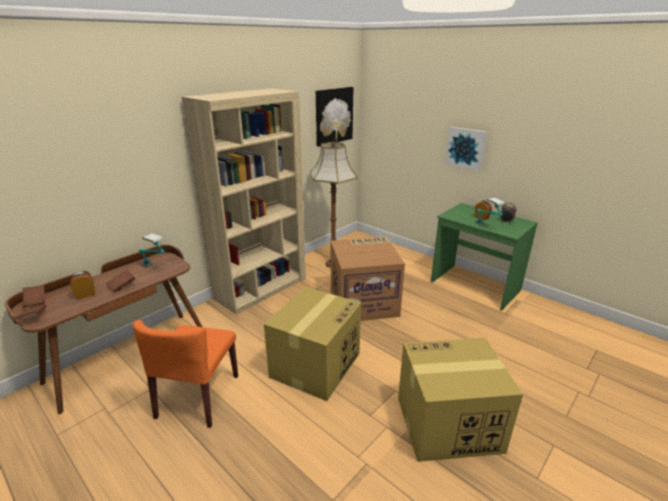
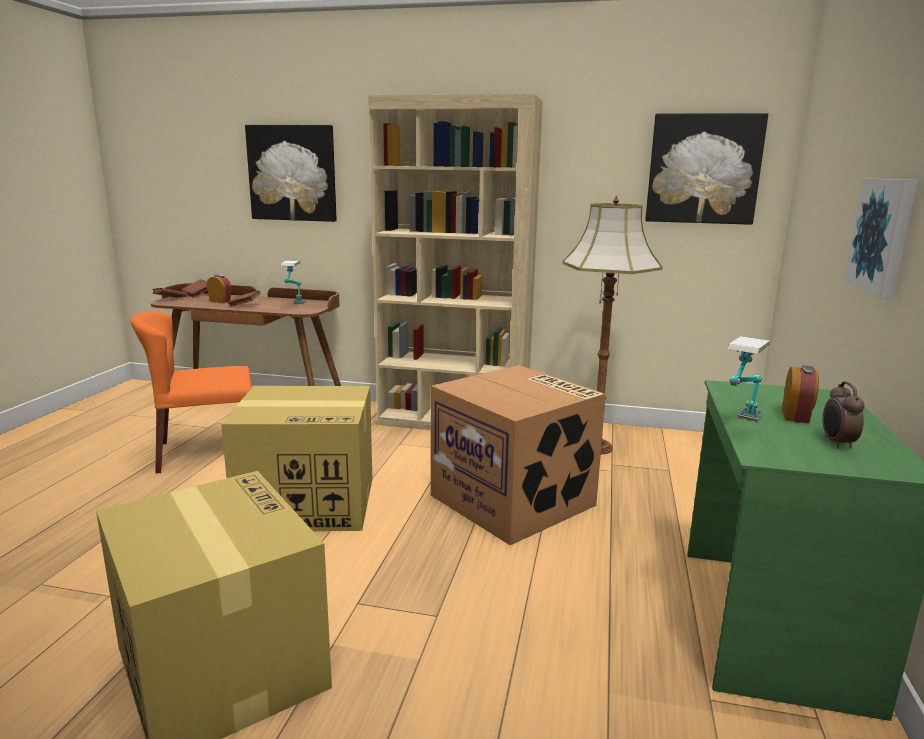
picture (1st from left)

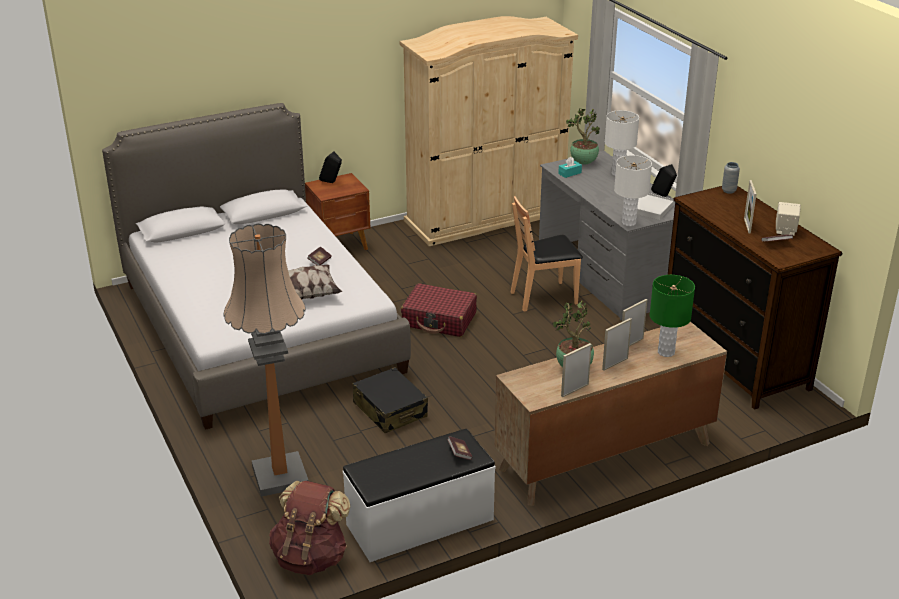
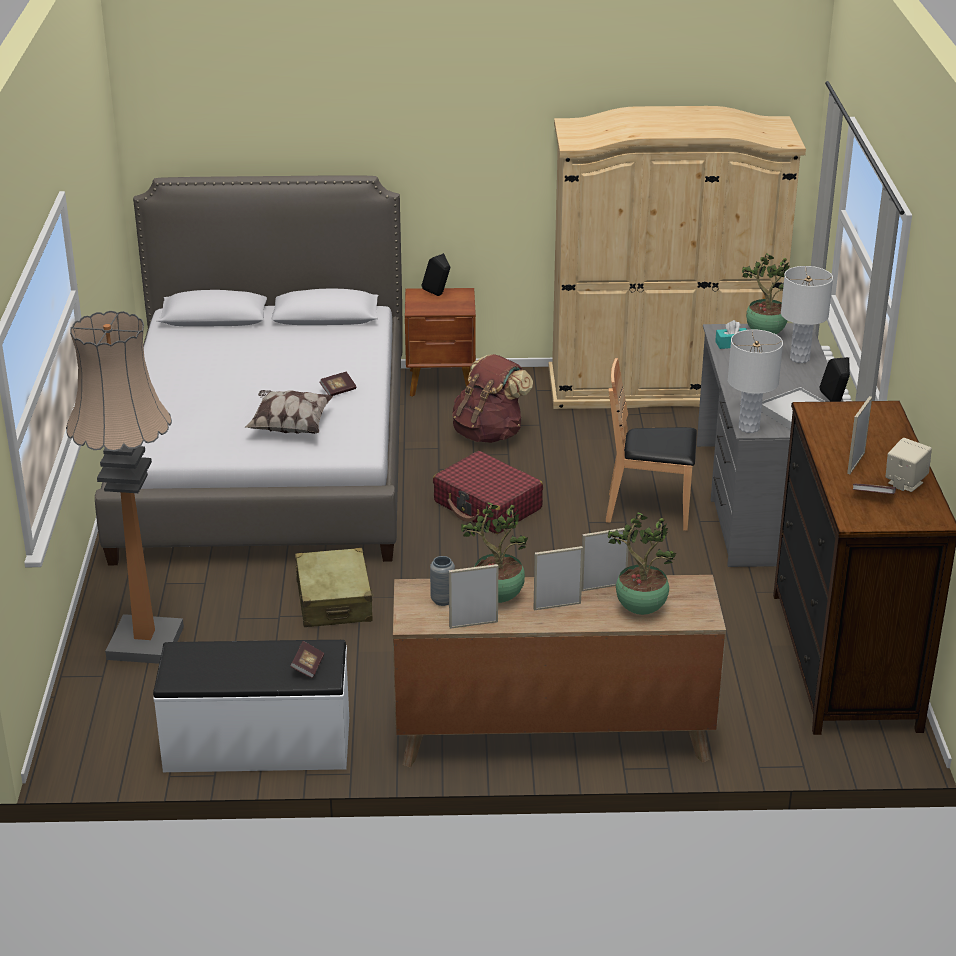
backpack (brown)
vase (grey)
potted plant (2nd from left)
suitcase (beige)

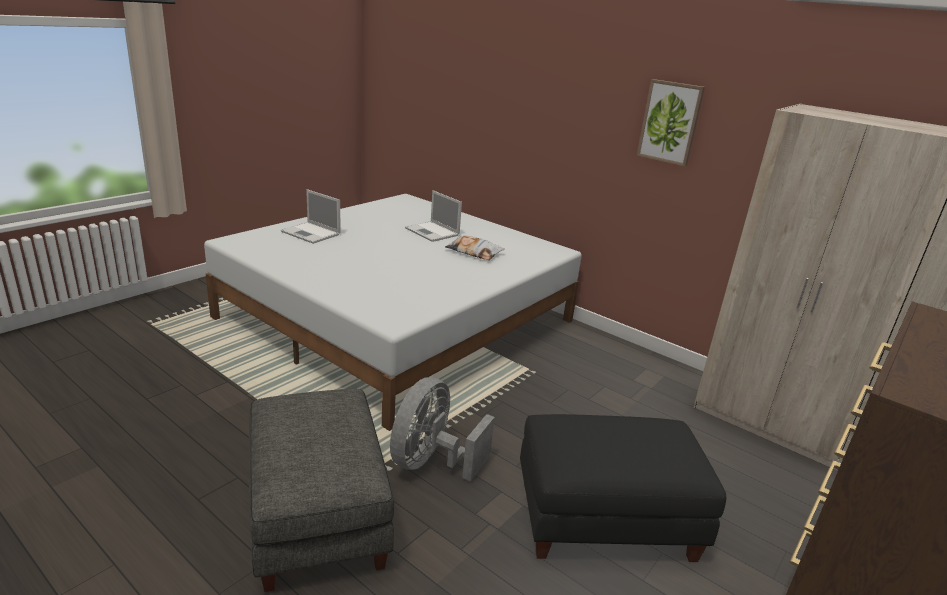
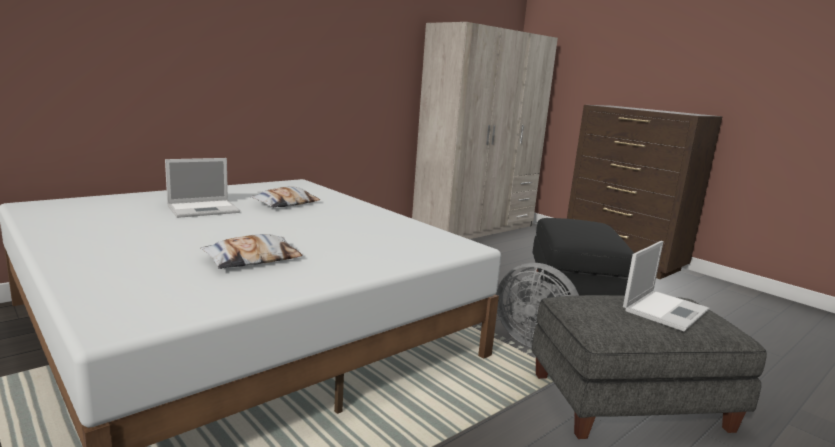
picture
pillow (1st from left)
laptop (2nd from left)

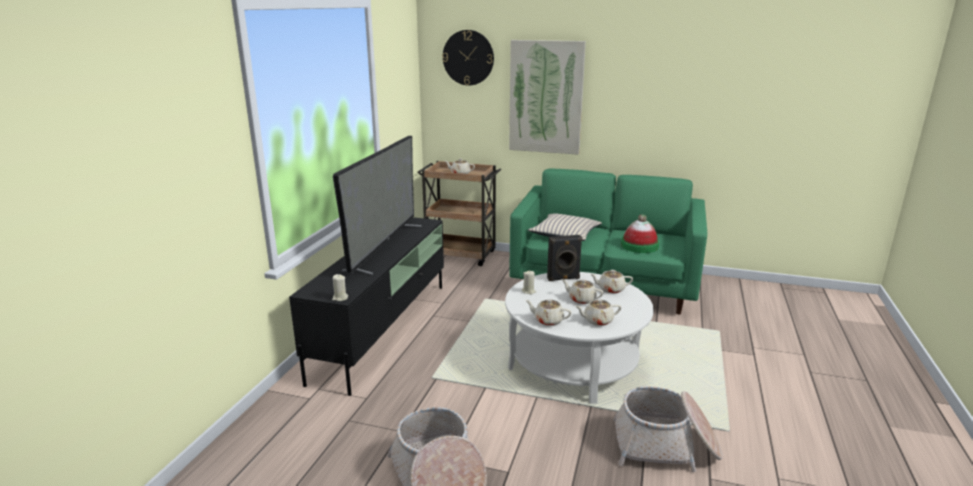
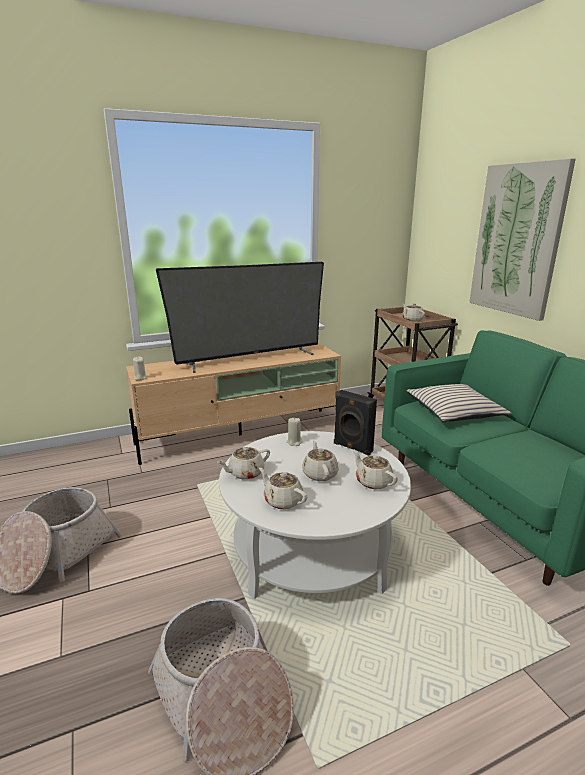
wall clock
hat
tv stand (beige)
teapot (beige) (1st from left)

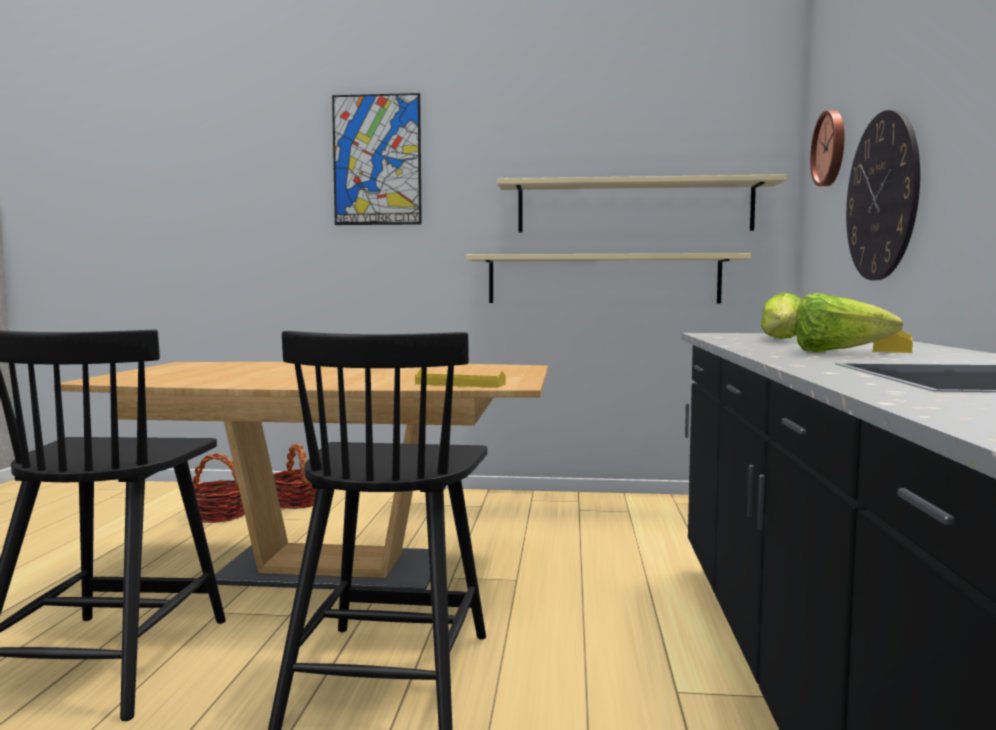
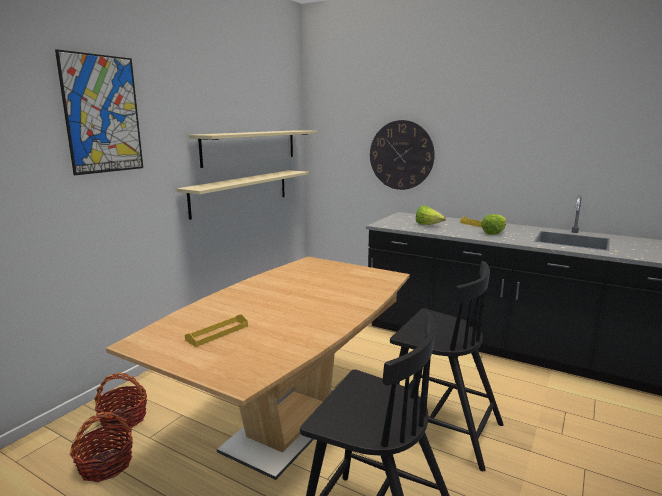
wall clock (1st from left in the first image)
tray (yellow) (1st from left)

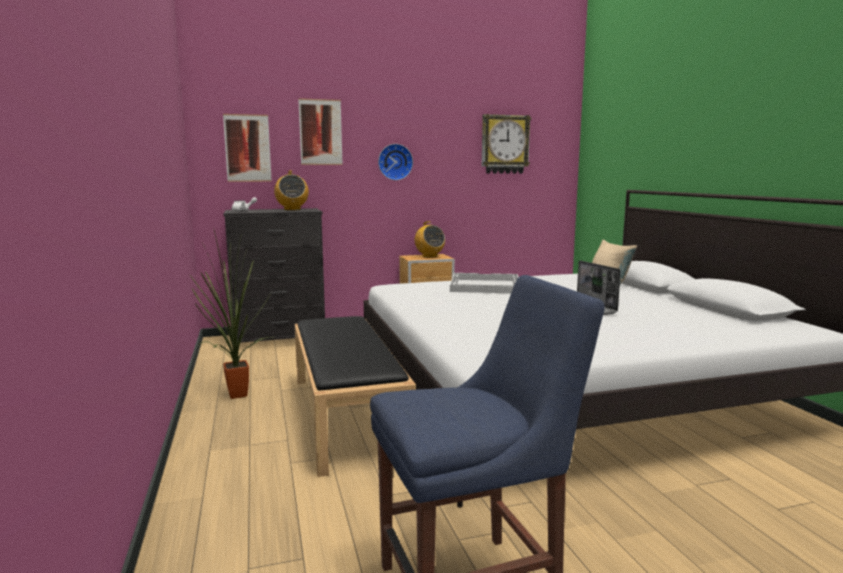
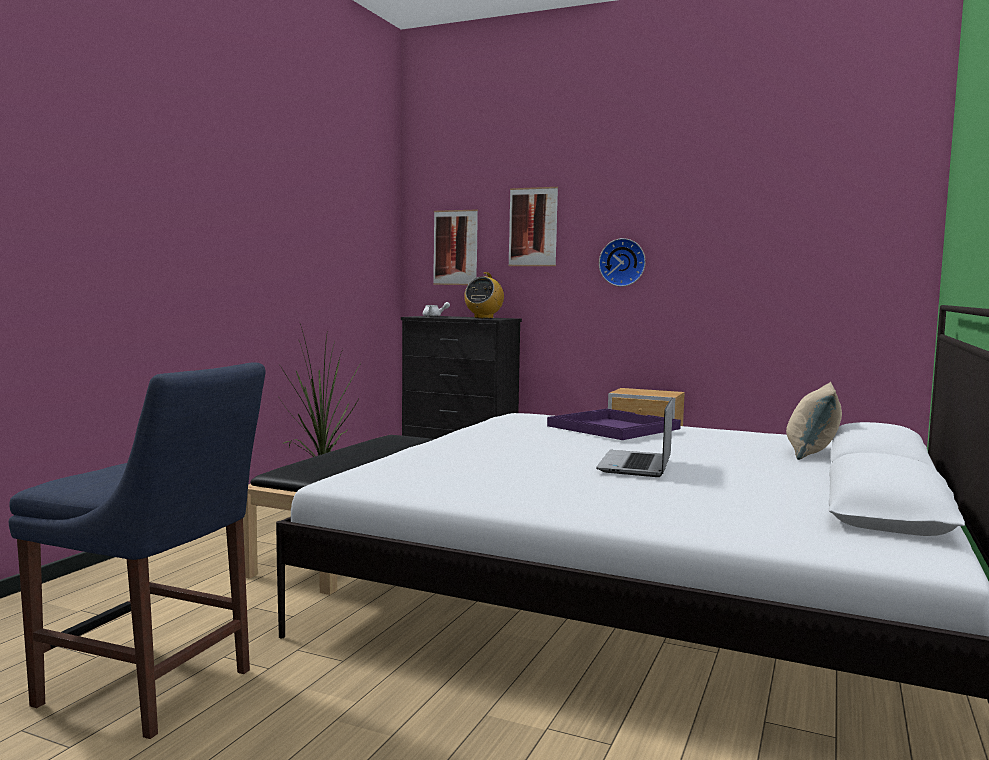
radio (2nd from left in the first image)
wall clock (2nd from left in the first image)
tray (purple)

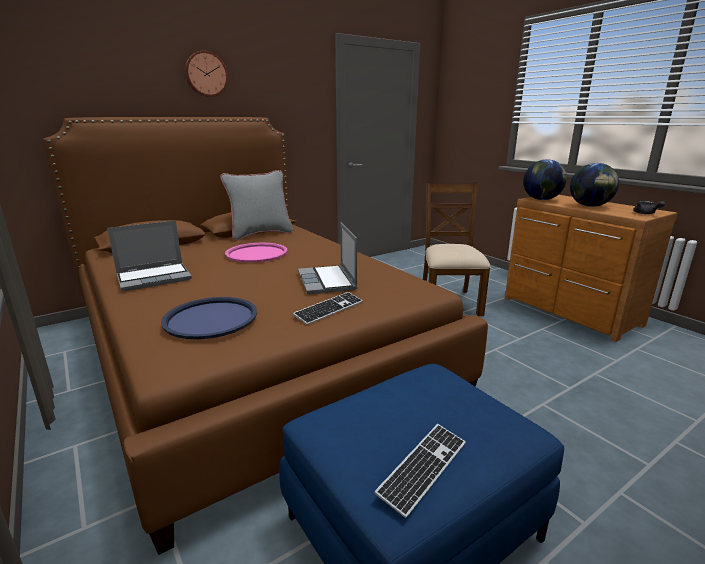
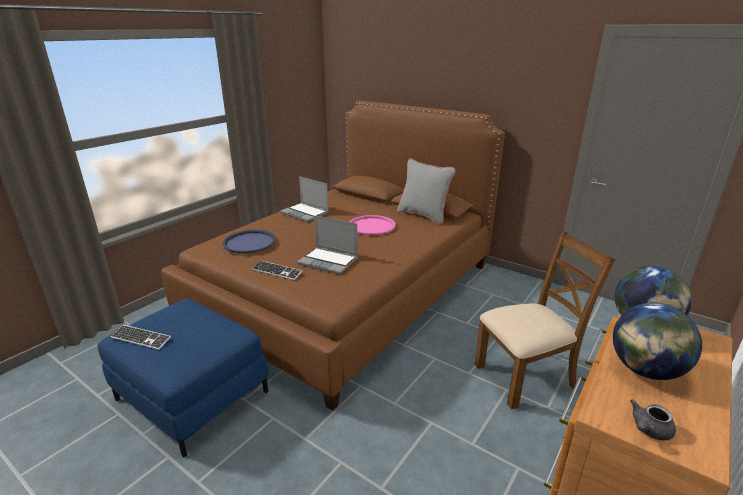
wall clock
laptop (2nd from left)

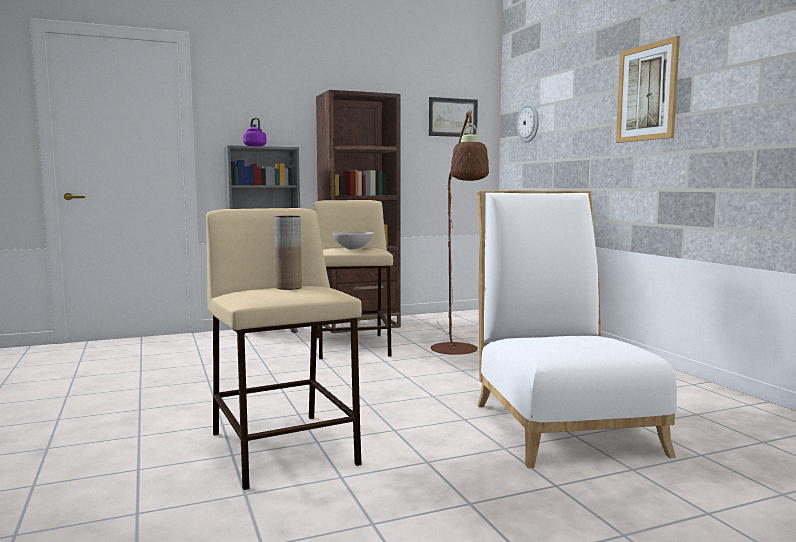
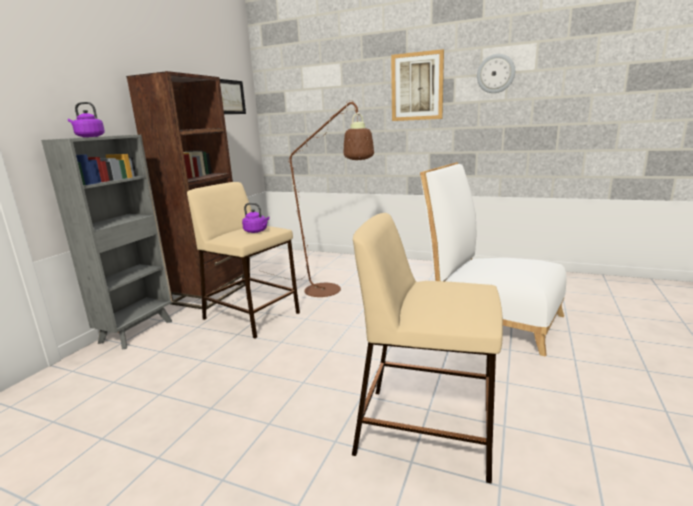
vase (brown)
wall clock
kettle (purple) (2nd from left)

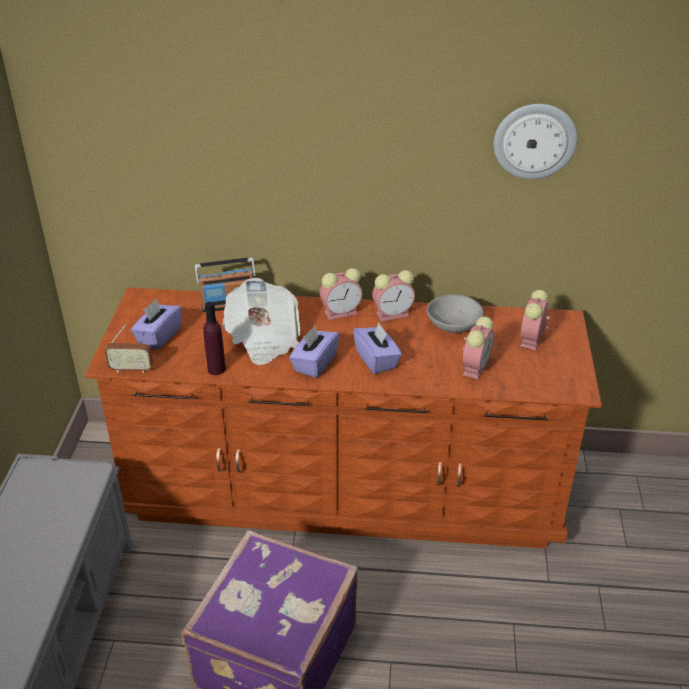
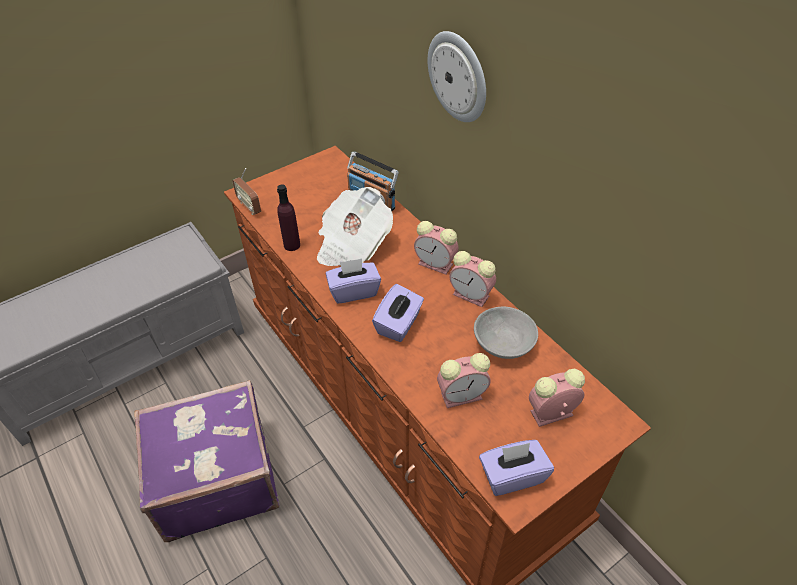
tissue box (purple) (3rd from left)
wall clock

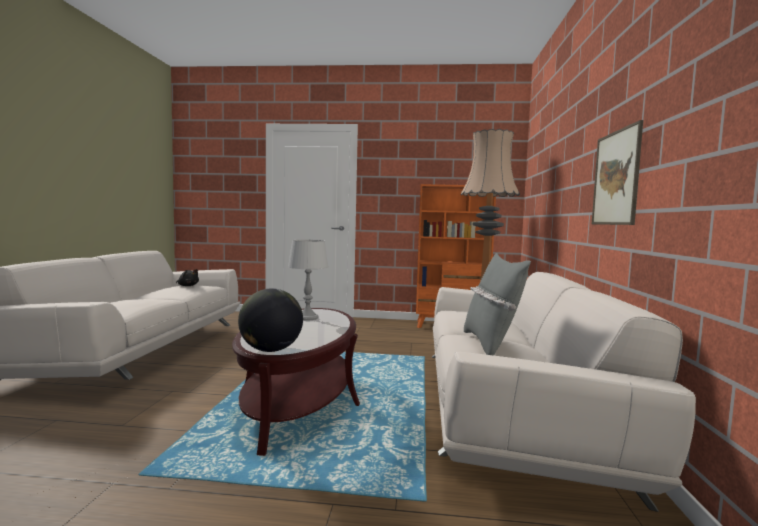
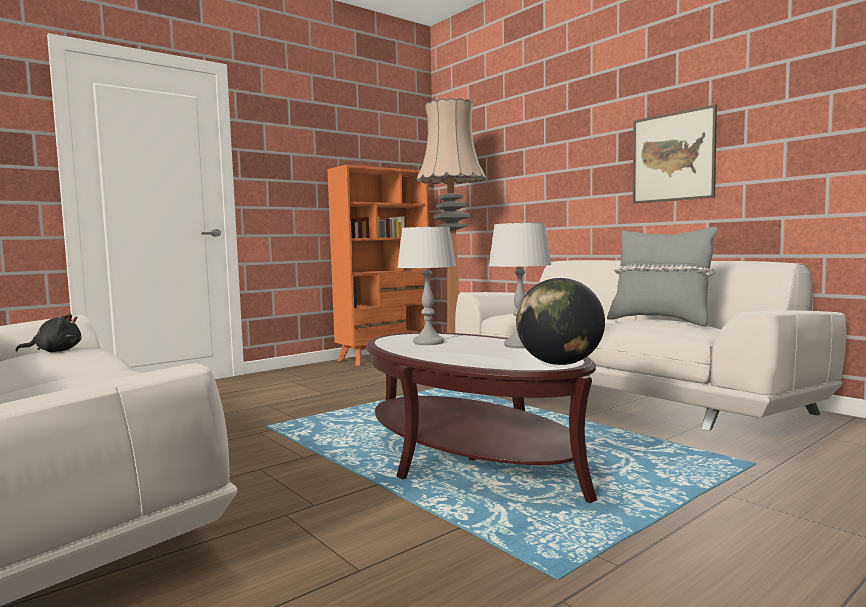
table lamp (grey) (2nd from left)

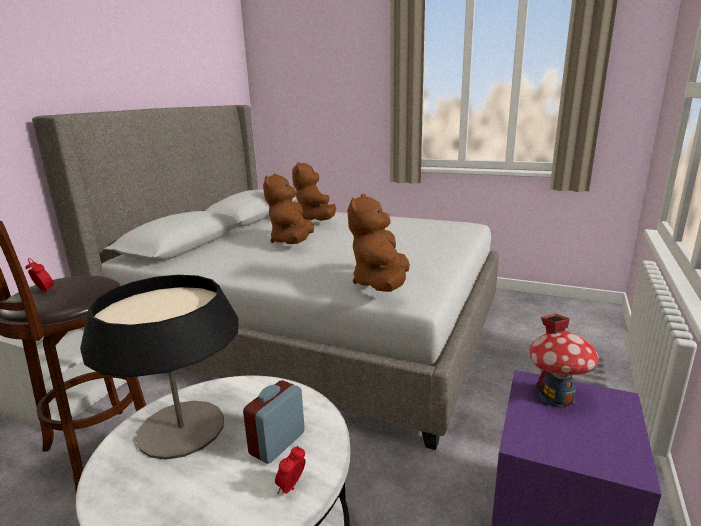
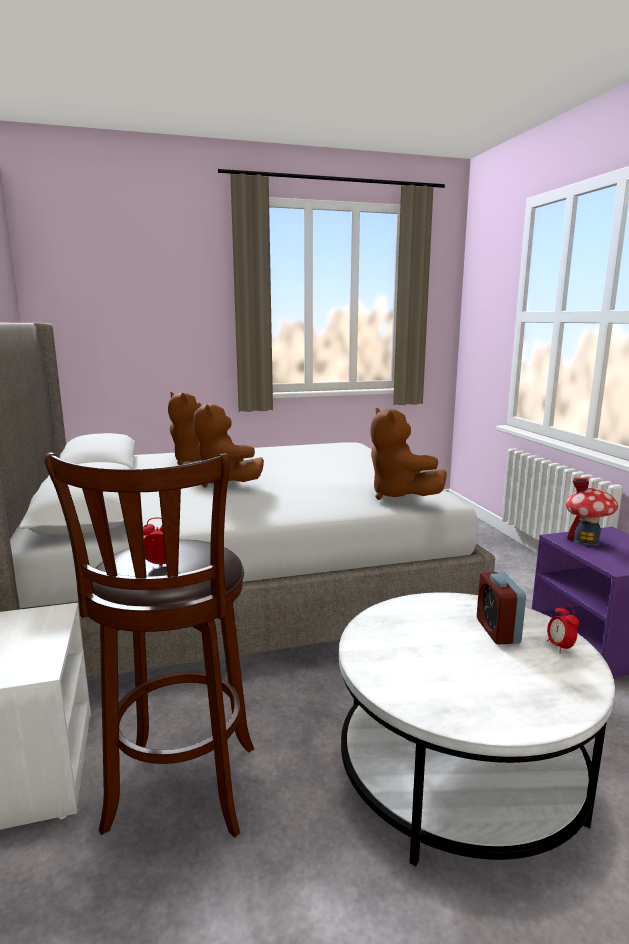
table lamp

